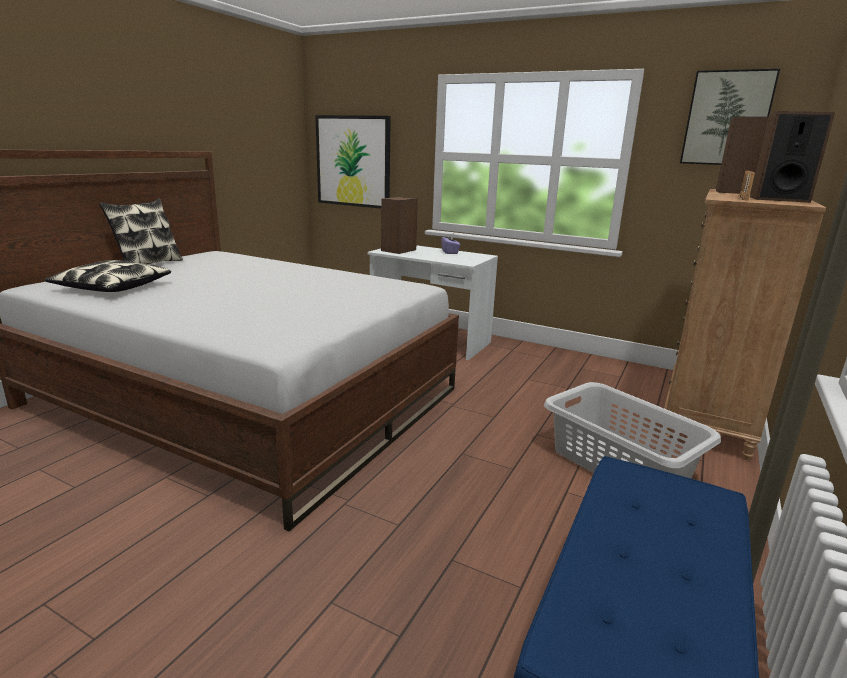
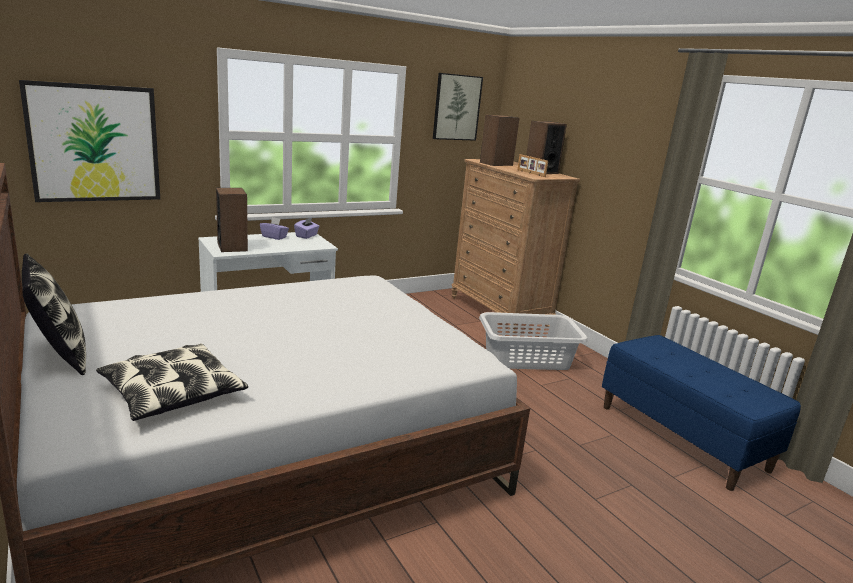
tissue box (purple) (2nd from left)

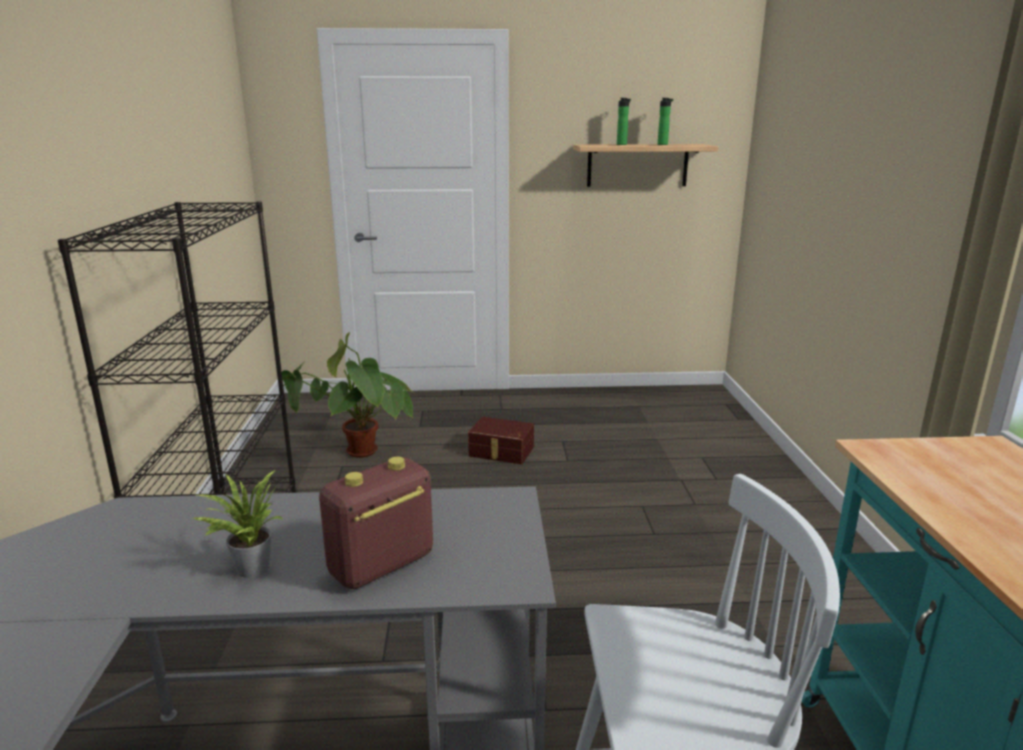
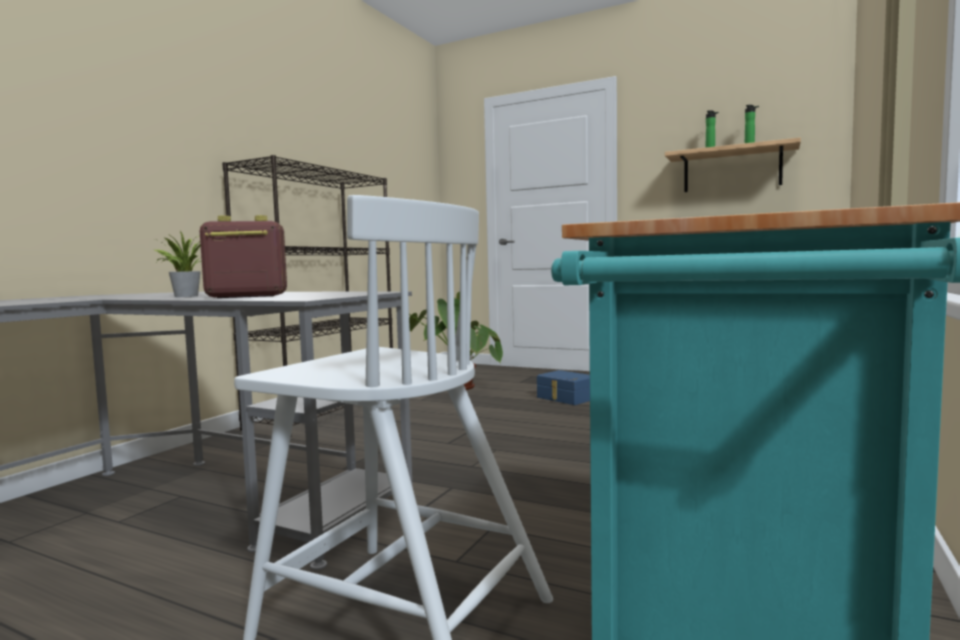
storage box (blue)

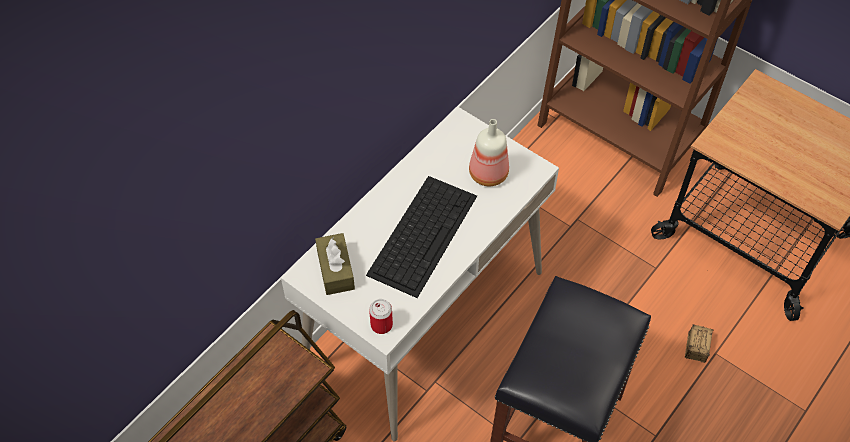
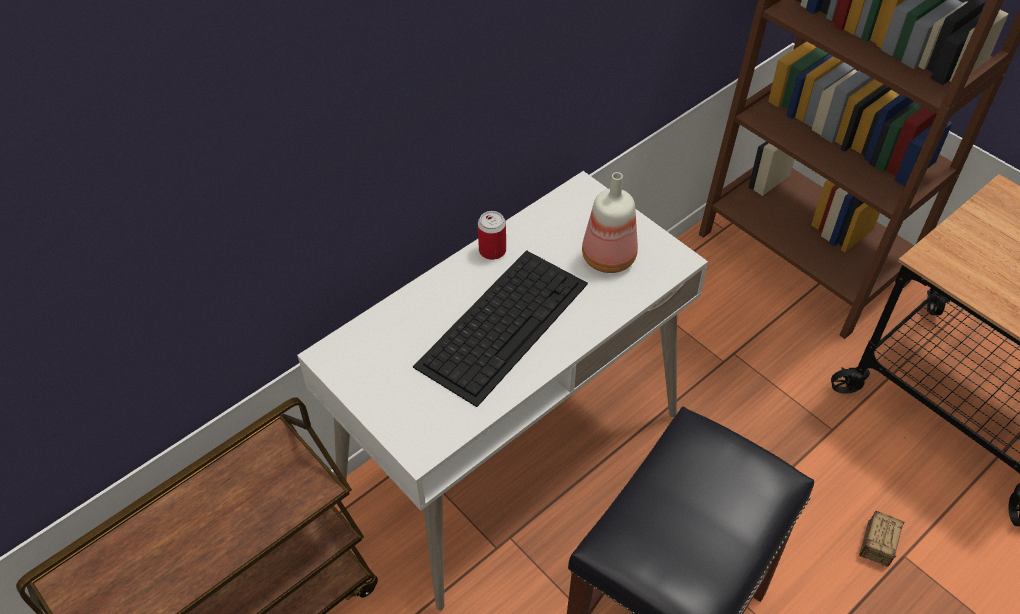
tissue box (brown)
can

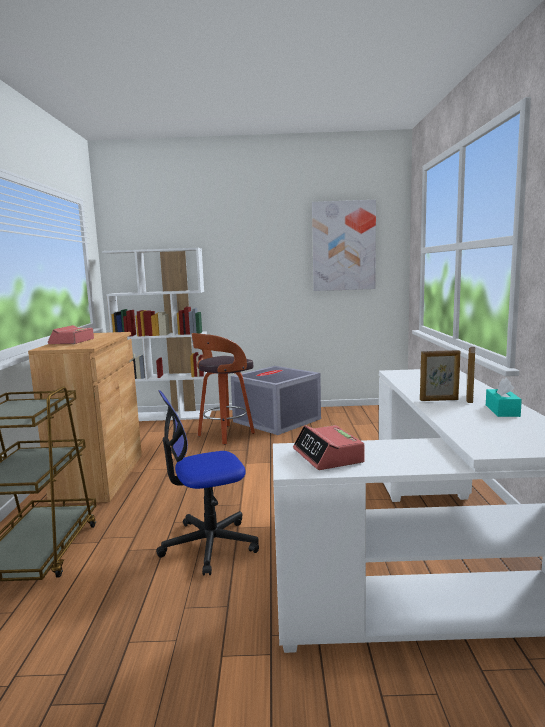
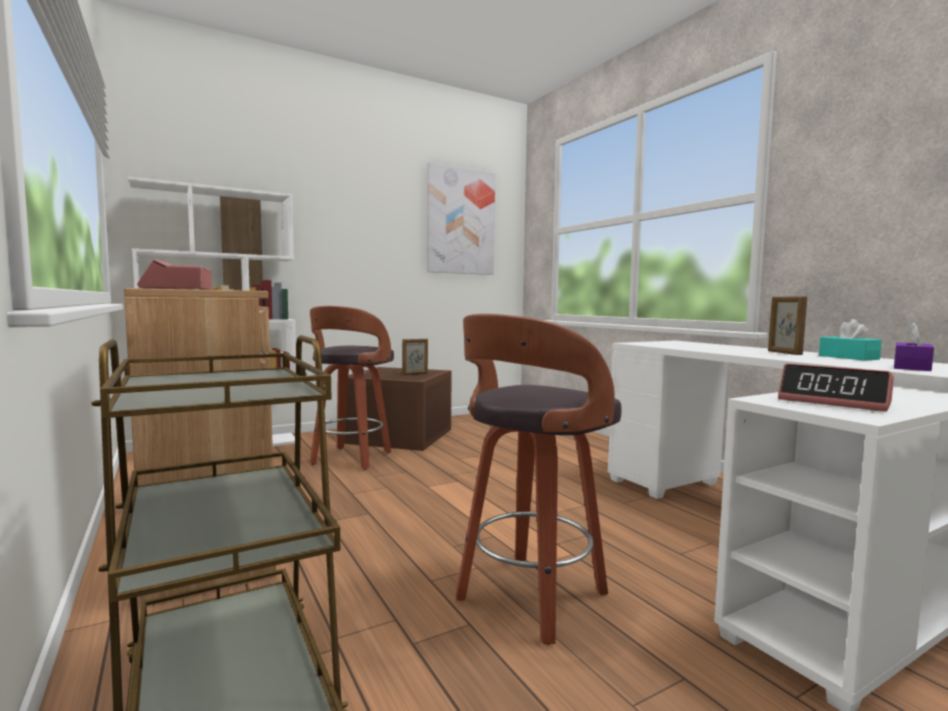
tissue box (purple)
picture frame (1st from left)
stool (2nd from left)
storage box (brown)

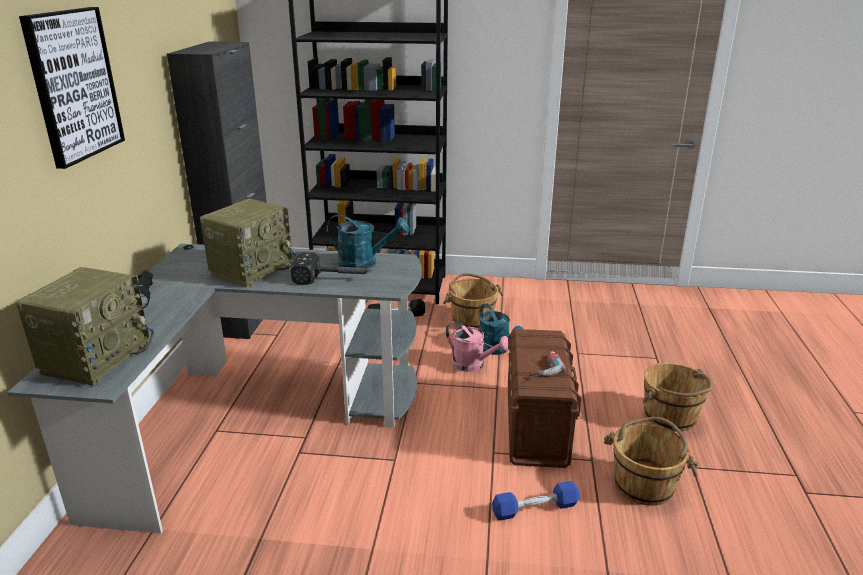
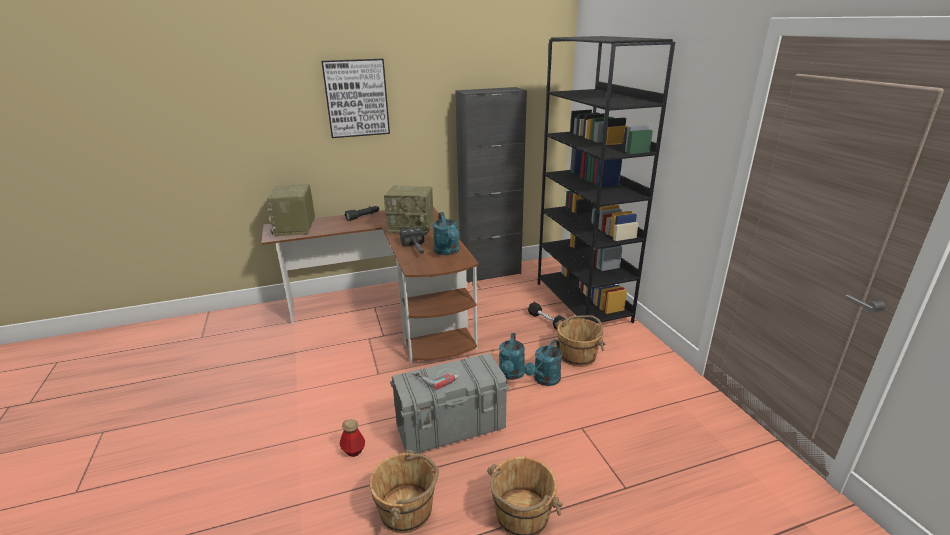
bottle
desk (brown)
watering can (turquoise) (2nd from left)
storage box (grey)
radio (1st from left)

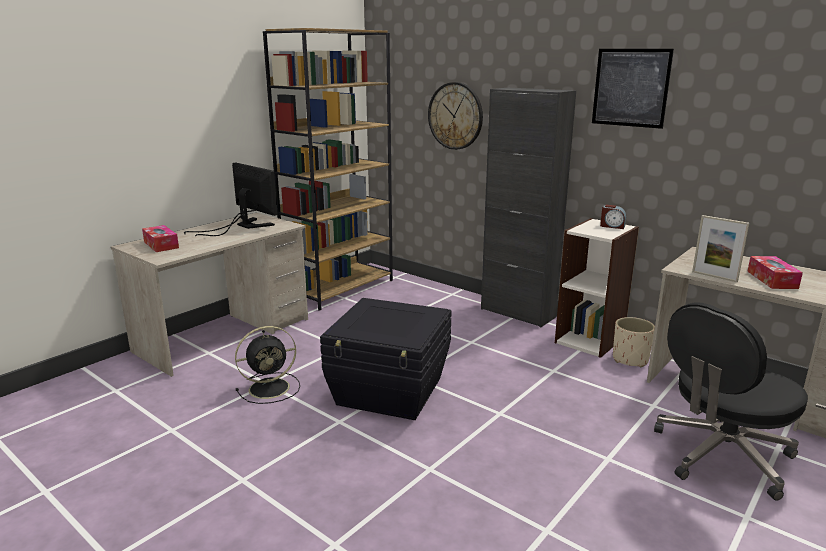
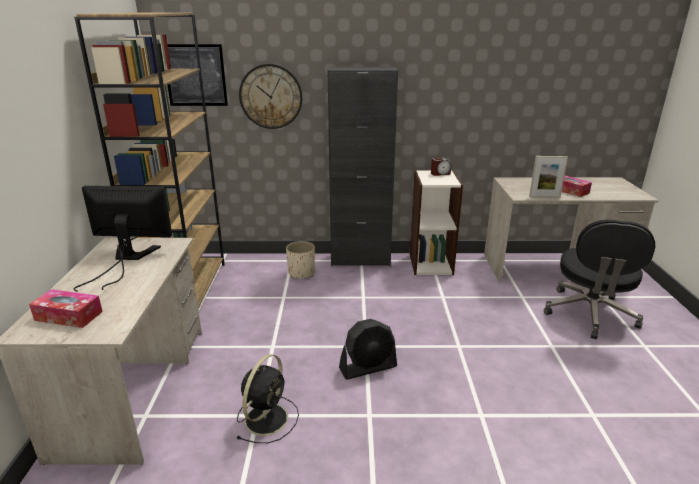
picture
planter (beige)
fan (black) (2nd from left)

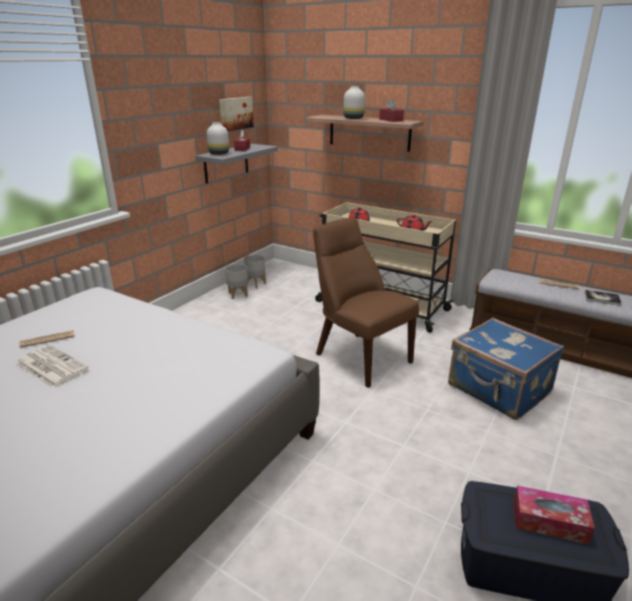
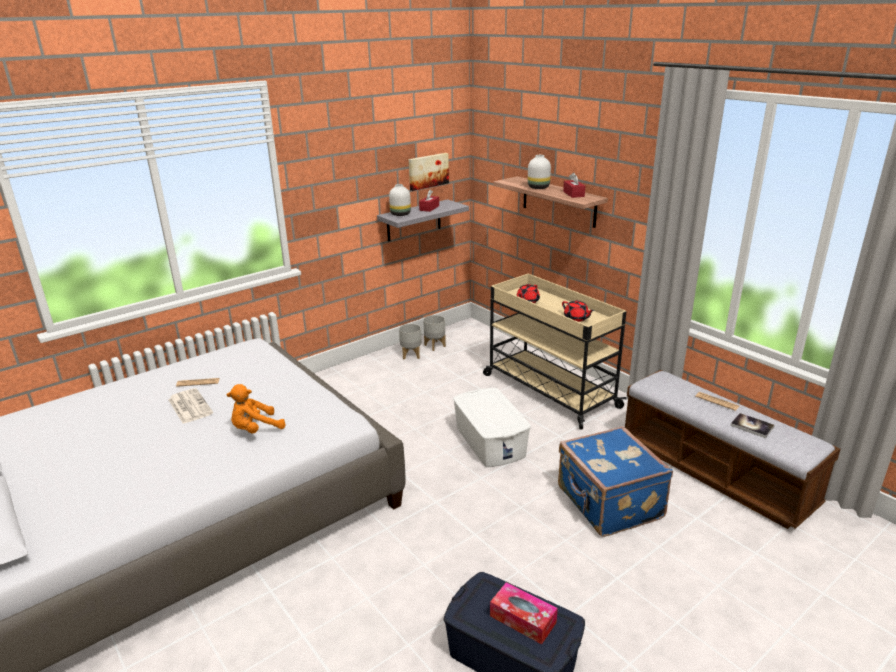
plush toy (orange)
storage box (white)

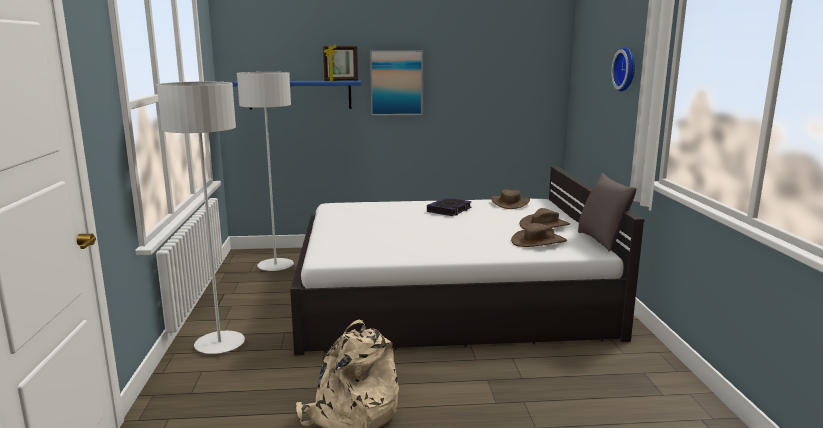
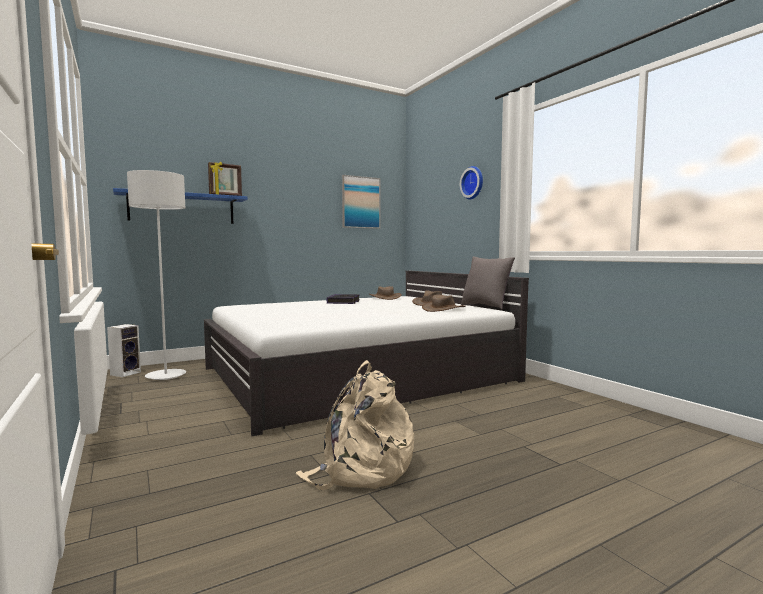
floor lamp (grey) (1st from left in the first image)
speaker
picture

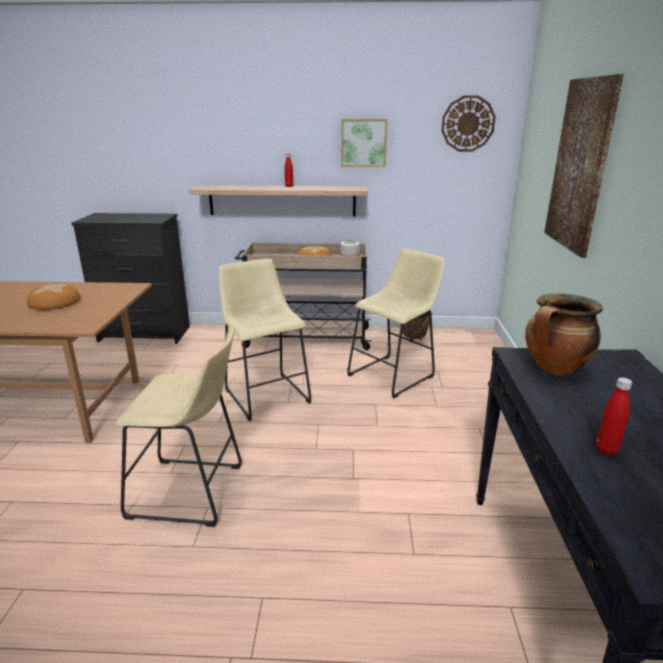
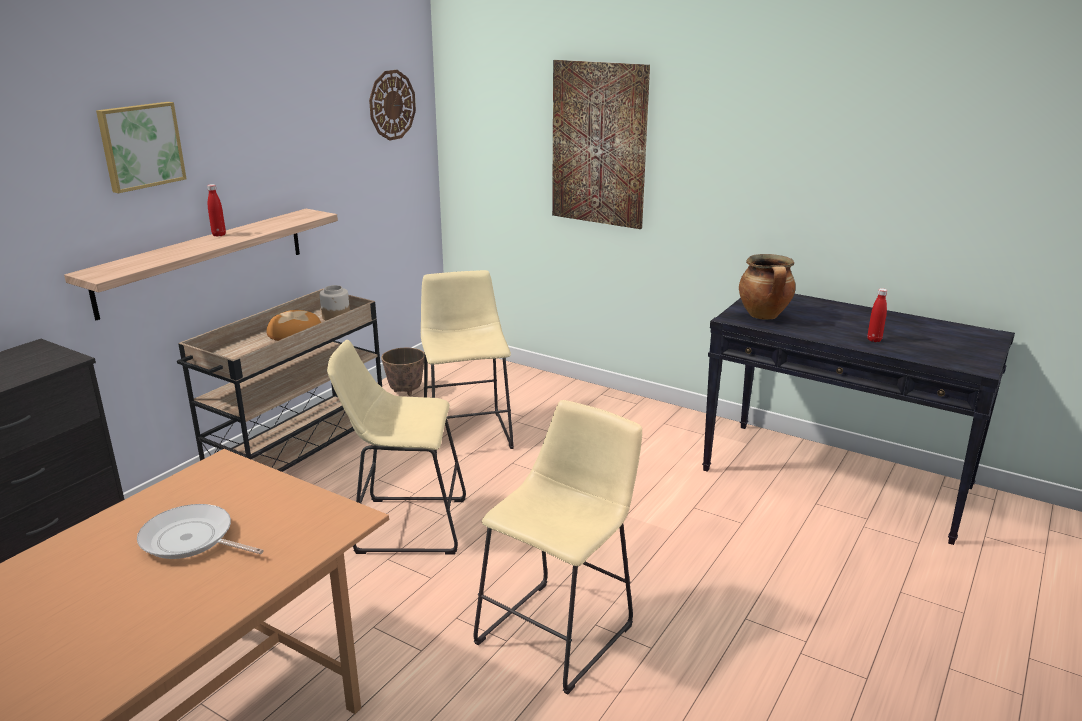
picture (1st from left)
frying pan

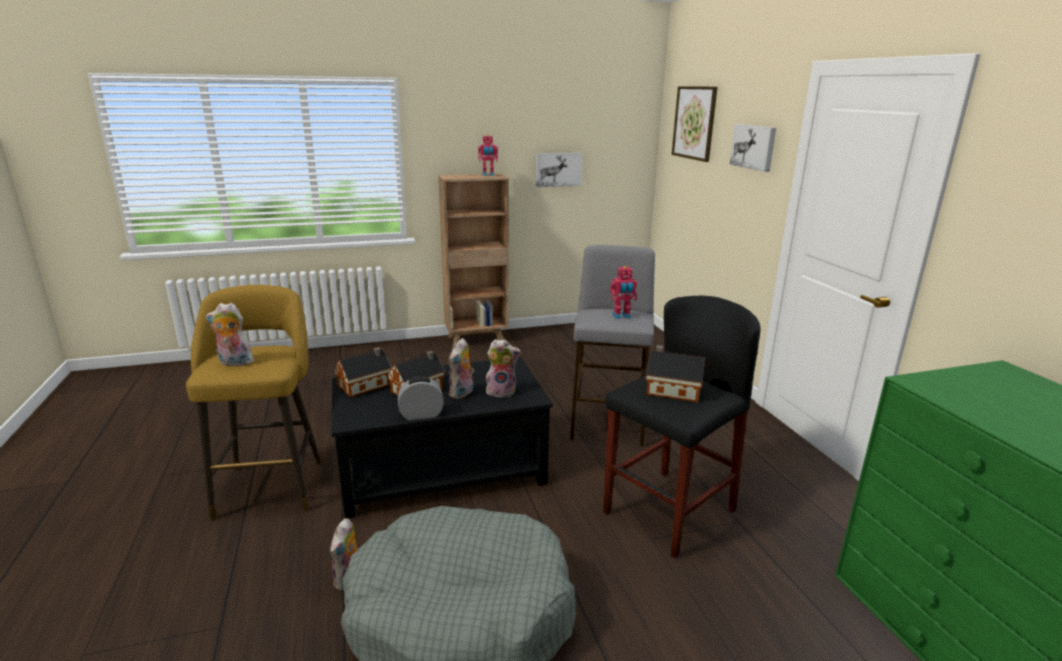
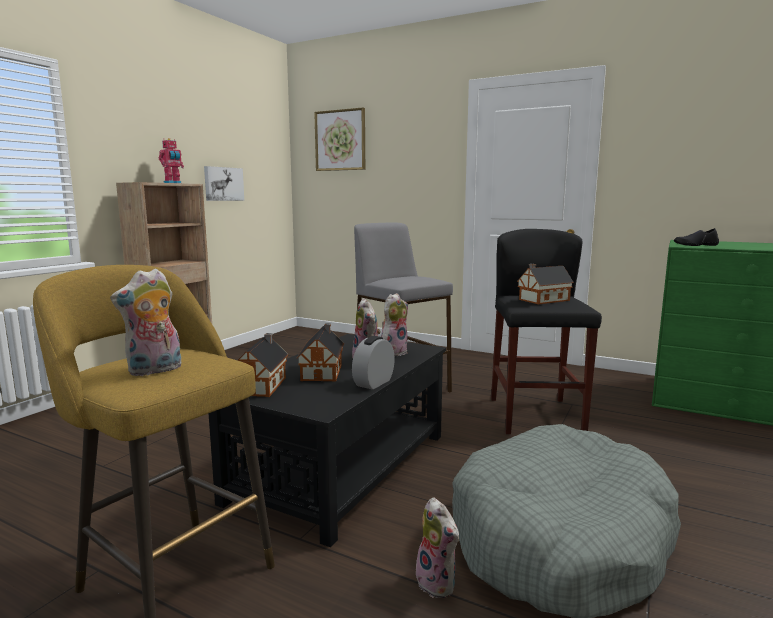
toy robot (2nd from left in the first image)
picture (3rd from left in the first image)
shoe (black)

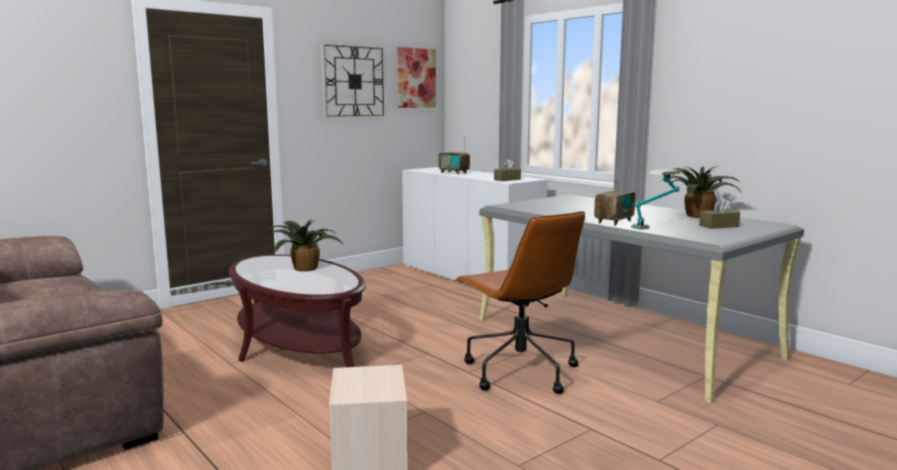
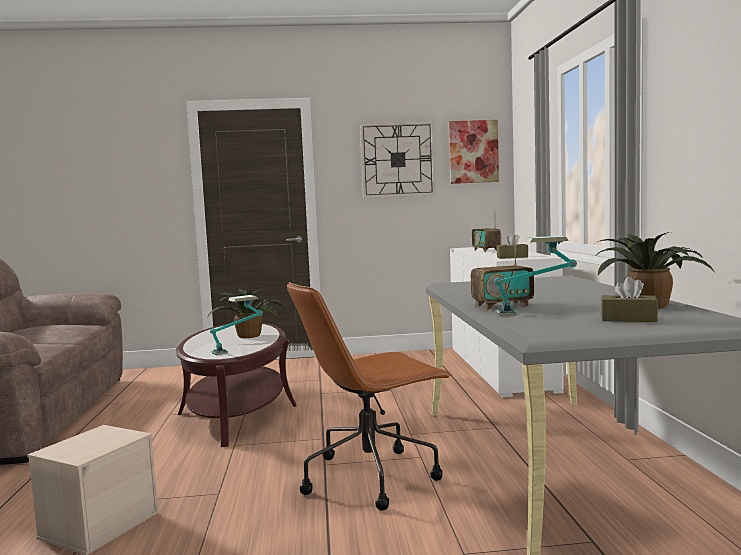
table lamp (1st from left)
office chair (brown)

